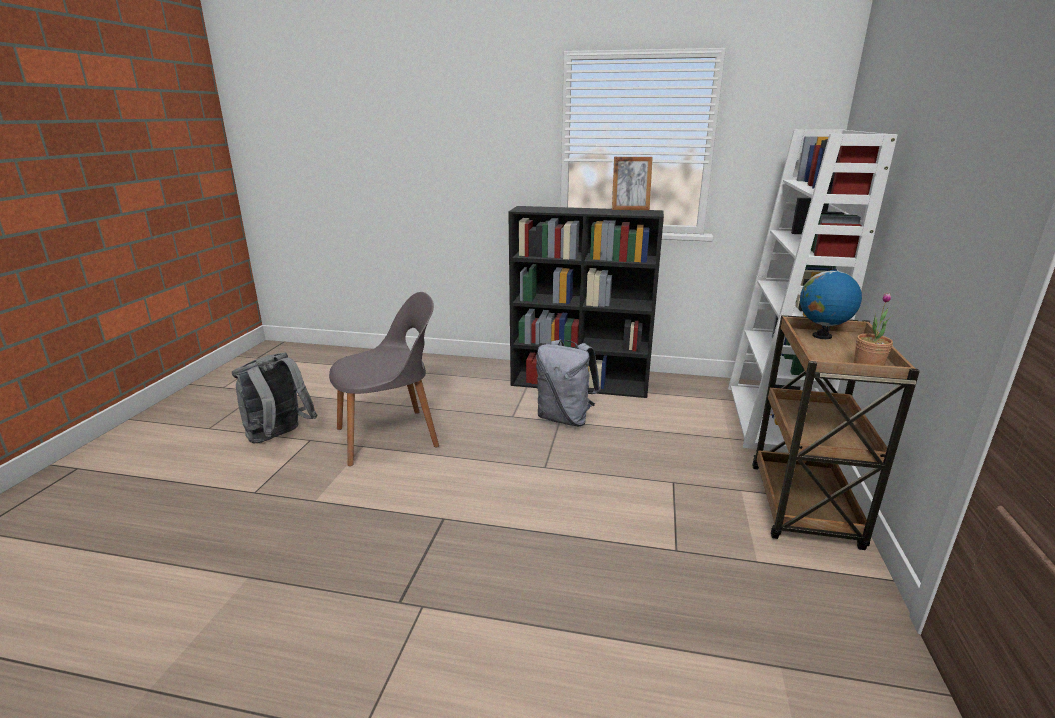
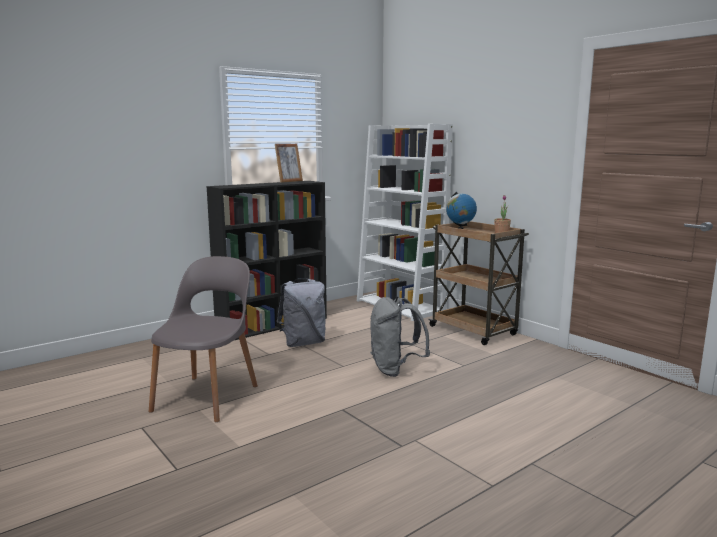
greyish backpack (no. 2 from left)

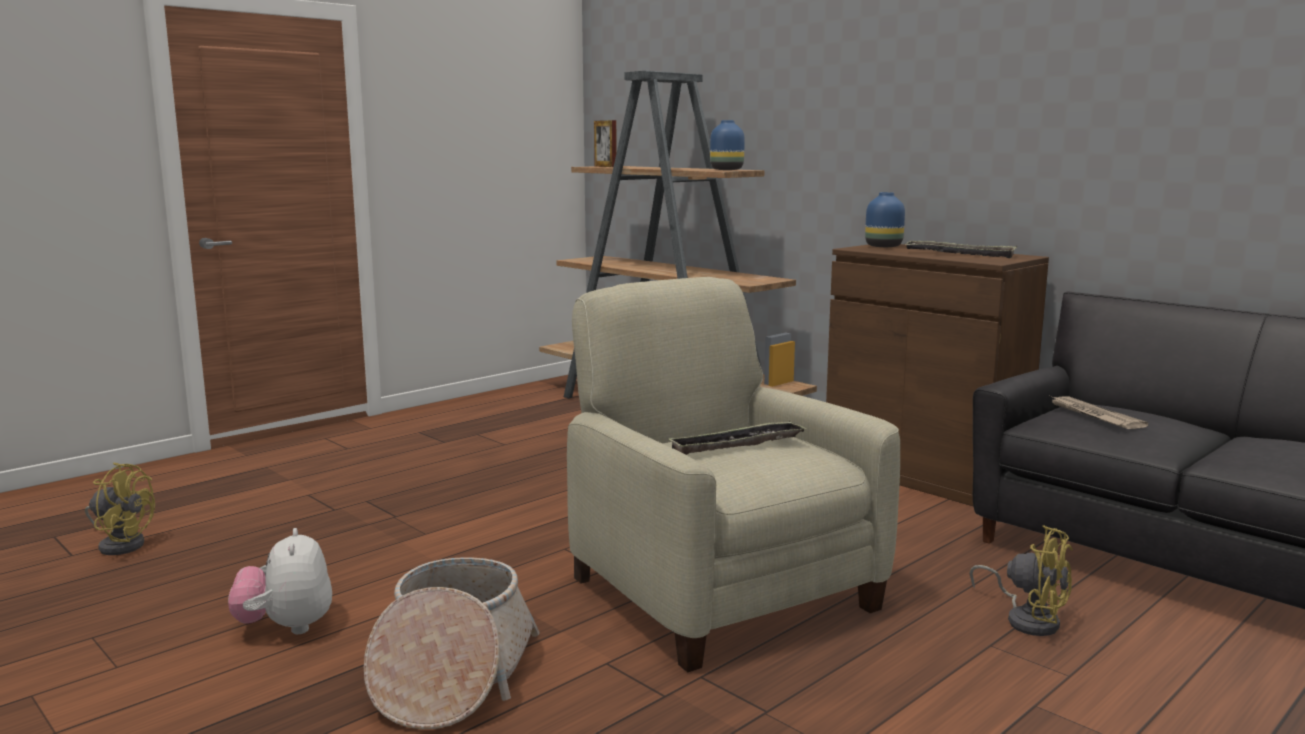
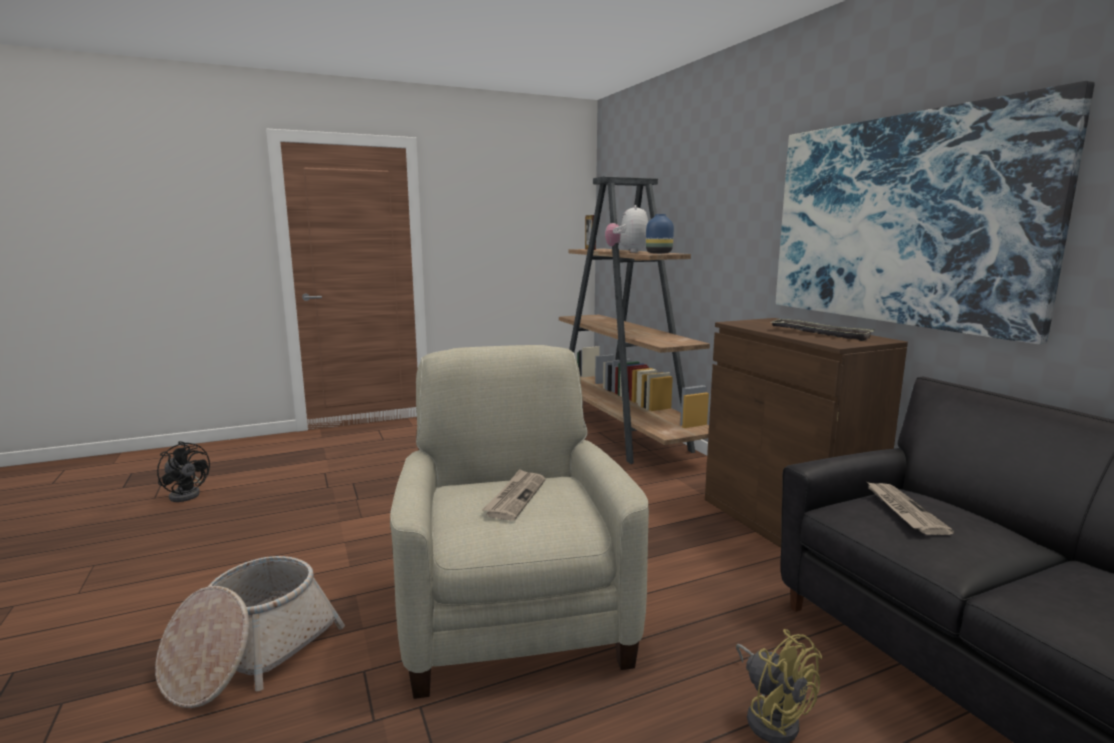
blackish cooling fan; soft toy; newspaper (no. 1 from left); bluish flower vase (no. 2 from left in the first image); wall art

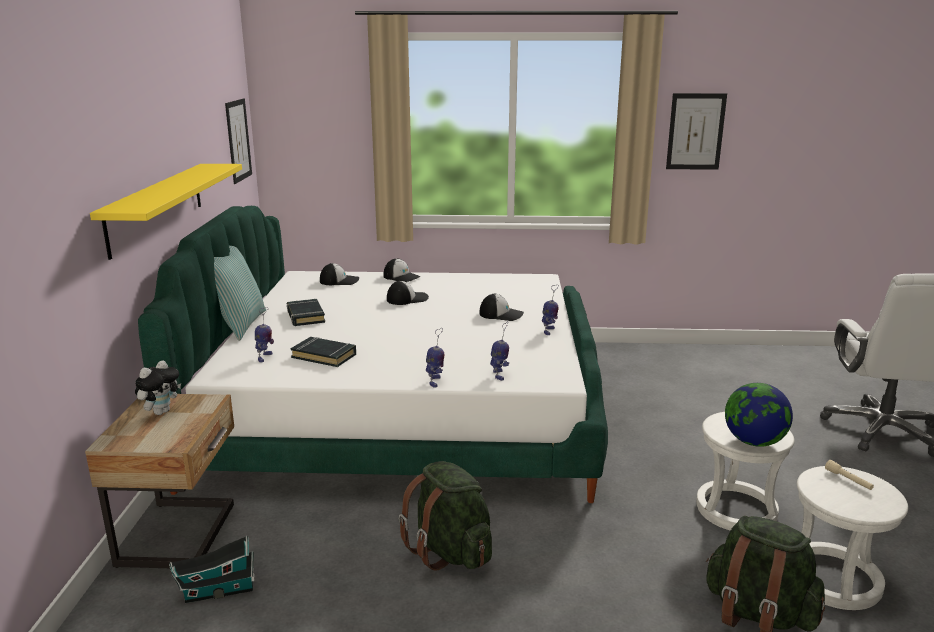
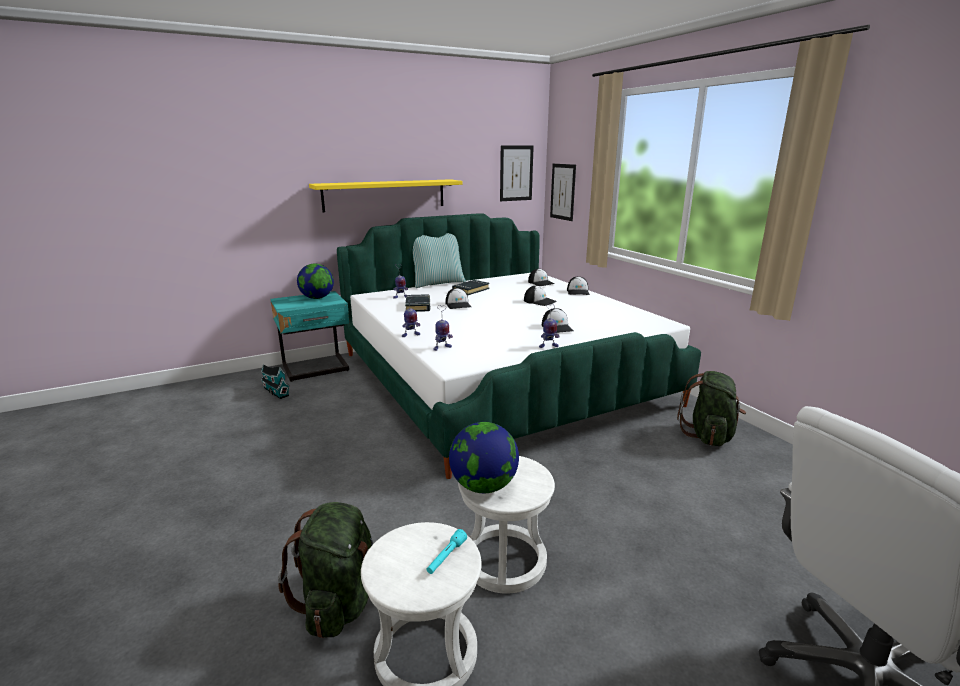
turquoise night table; world globe (no. 1 from left); greenish backpack (no. 2 from left); wall art (no. 2 from left); turquoise hand torch; cap (no. 1 from left)

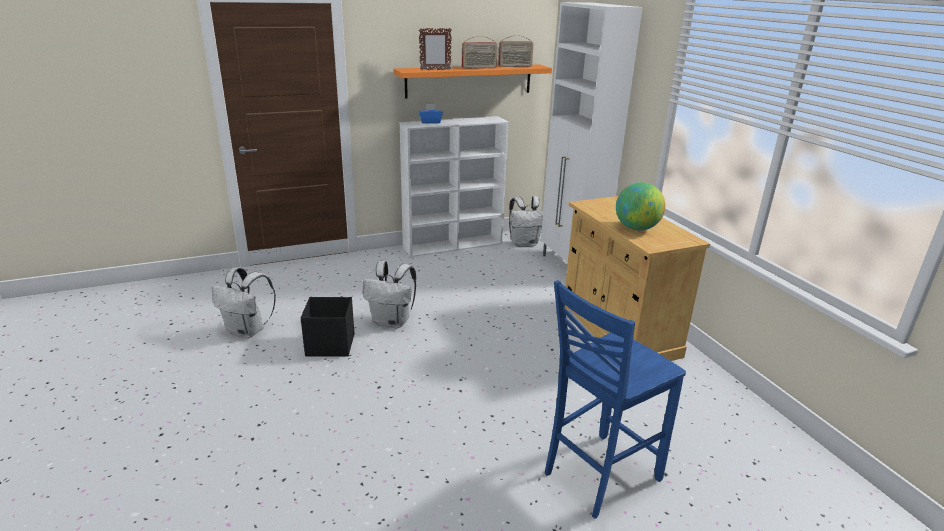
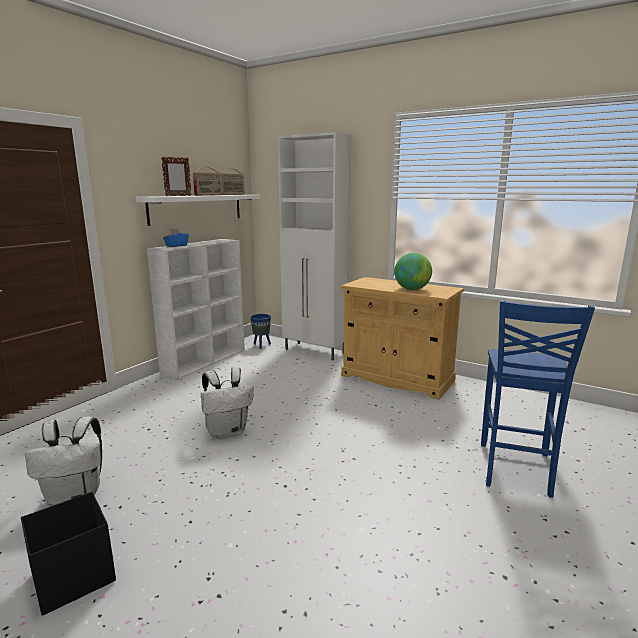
blackish storage box; whitish shelf; bluish planter

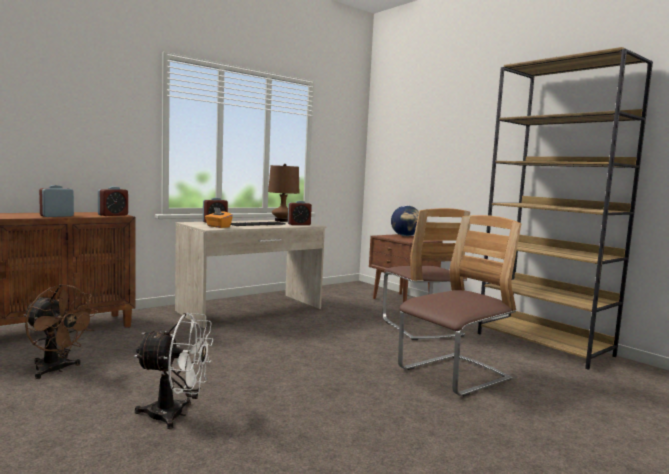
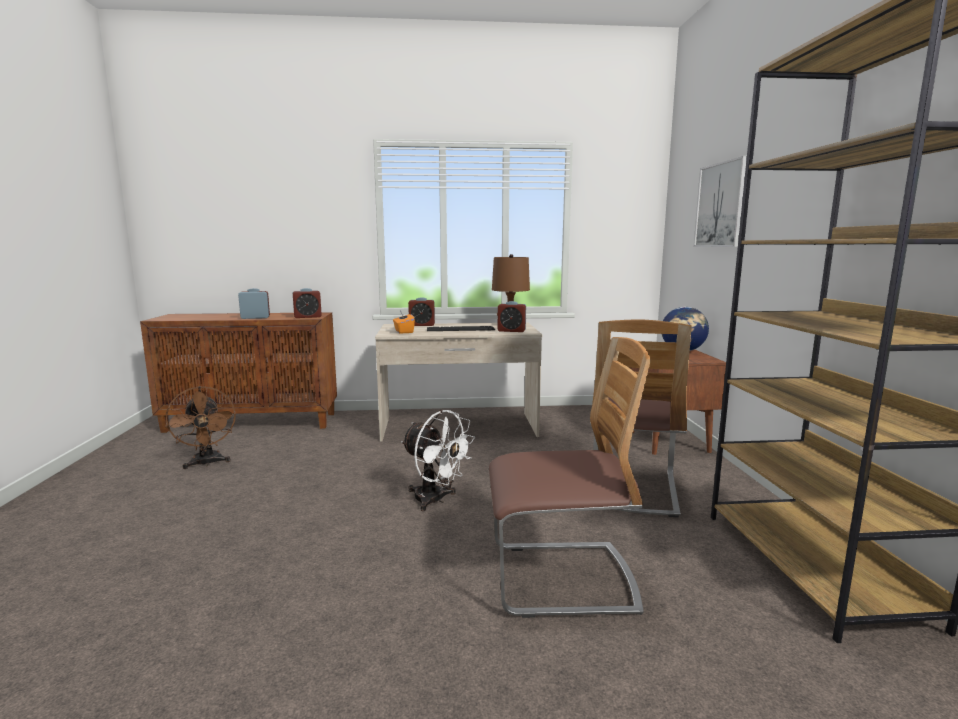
whitish cooling fan; wall art

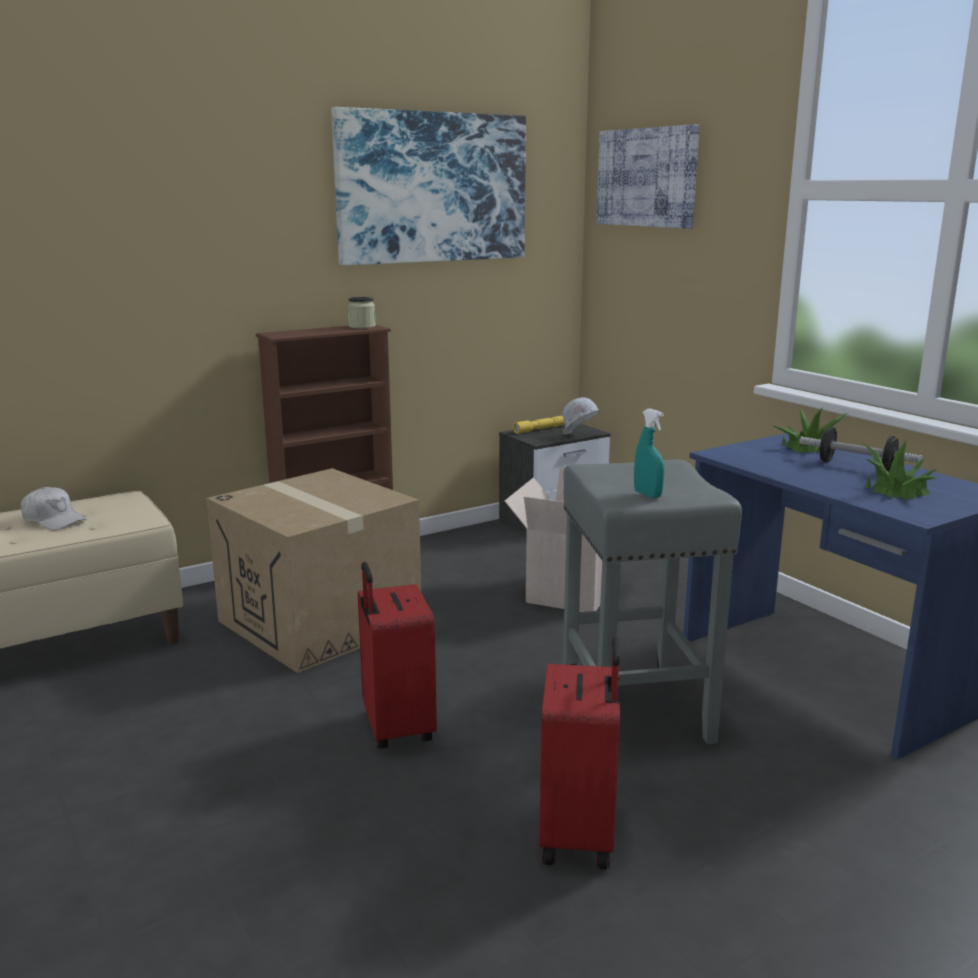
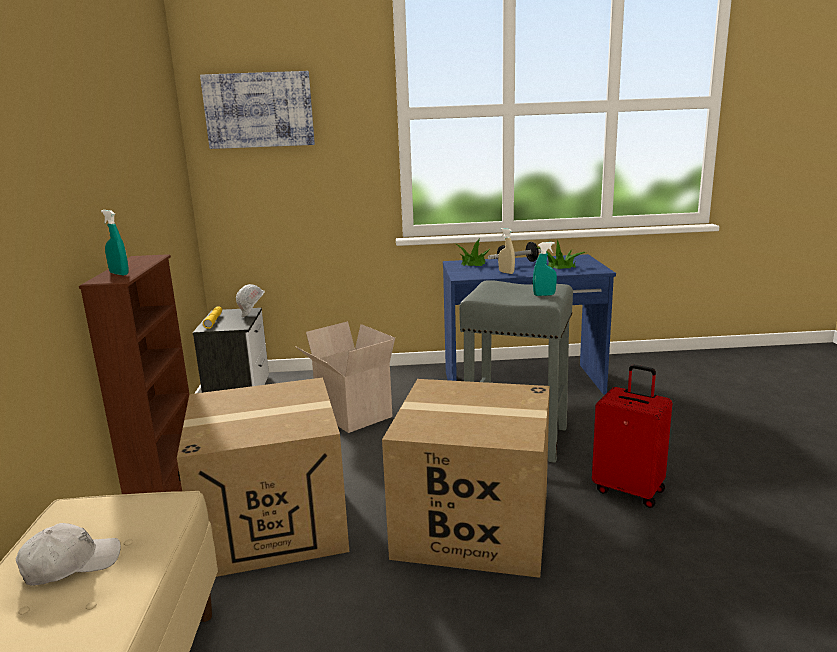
wall art (no. 1 from left in the first image); preserve jar; packing box (no. 3 from left); turquoise spray bottle (no. 1 from left); beige-coloured spray bottle

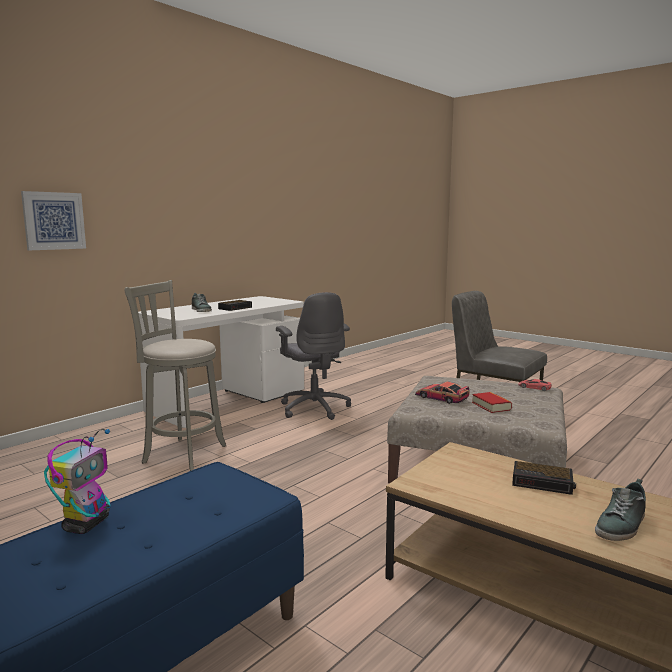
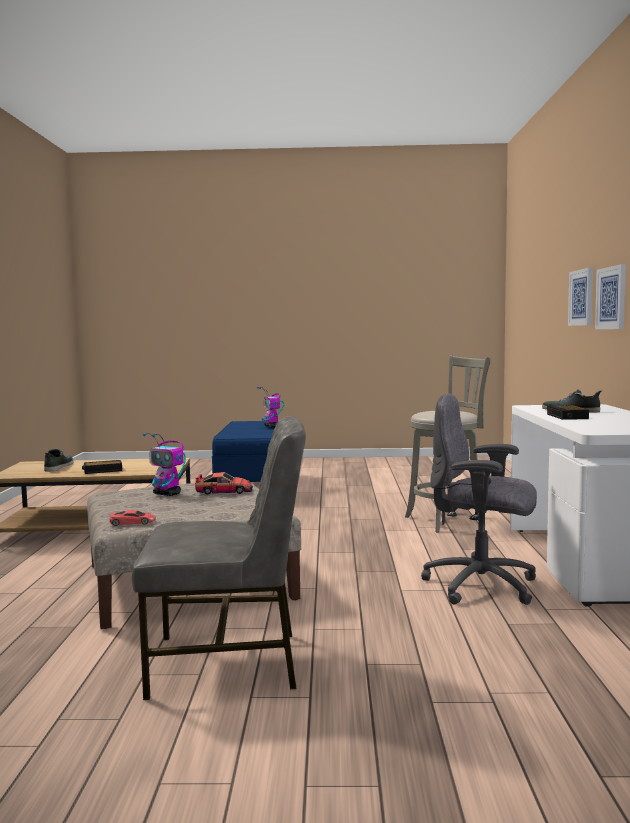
toy robot (no. 1 from left); wall art (no. 2 from left)

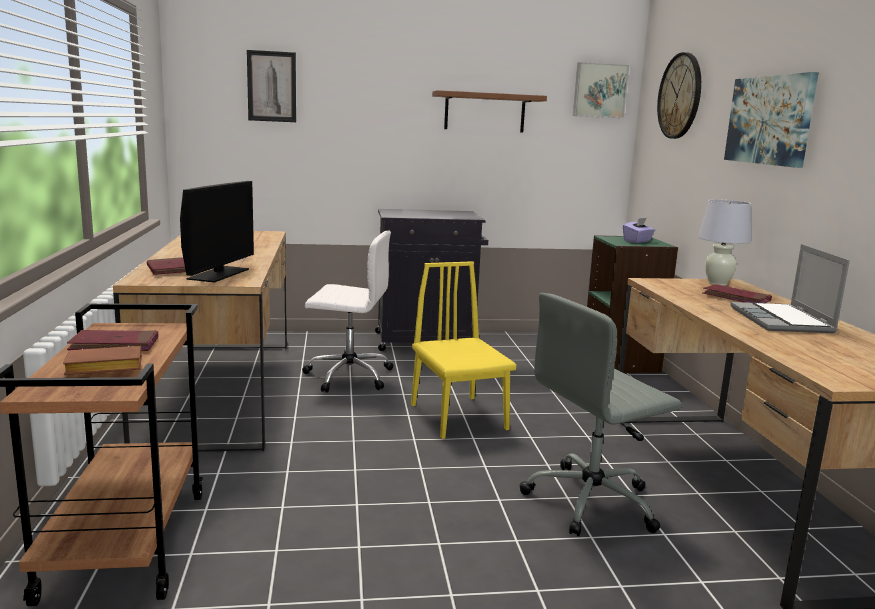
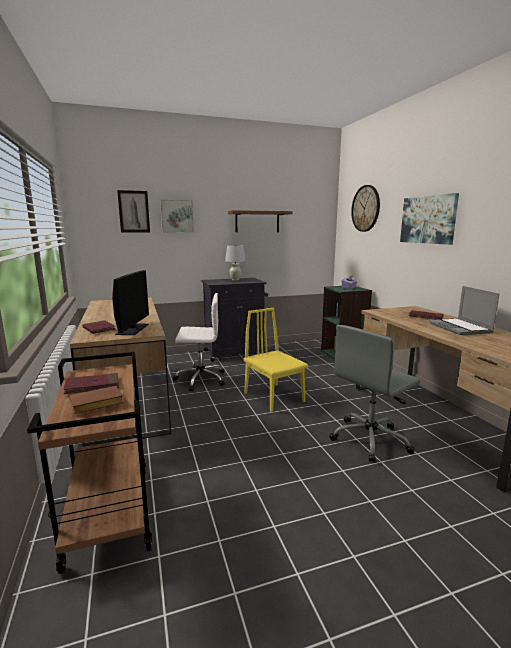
wall art (no. 2 from left); whitish tabletop lamp

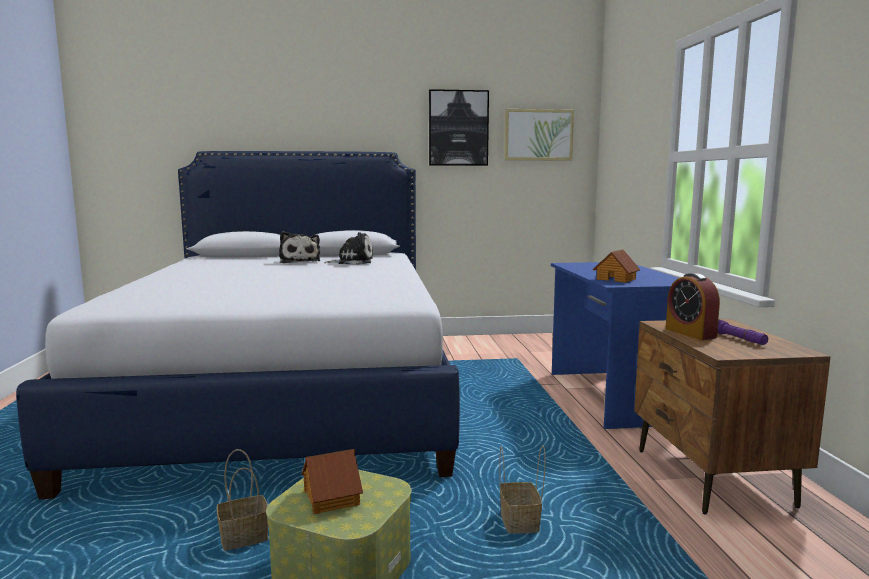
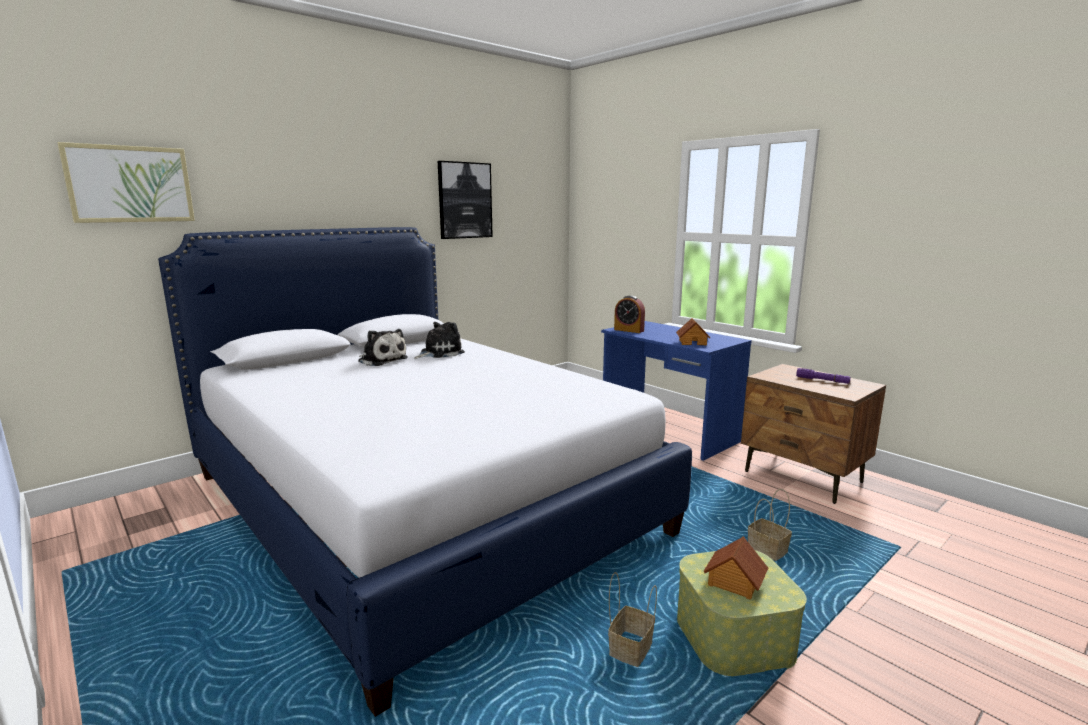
wall art (no. 1 from left); table clock

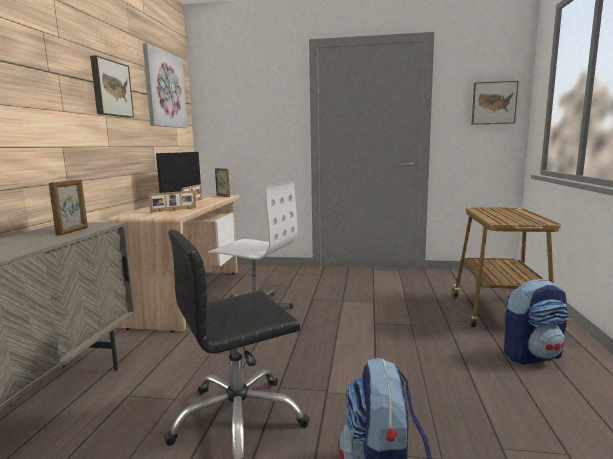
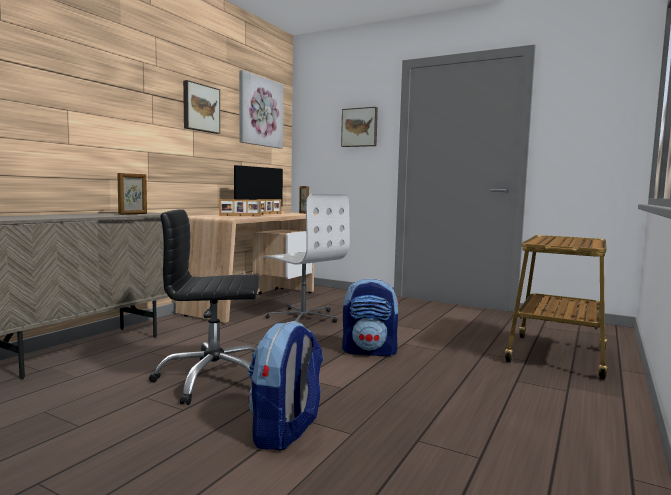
wall art (no. 3 from left); backpack (no. 2 from left)

